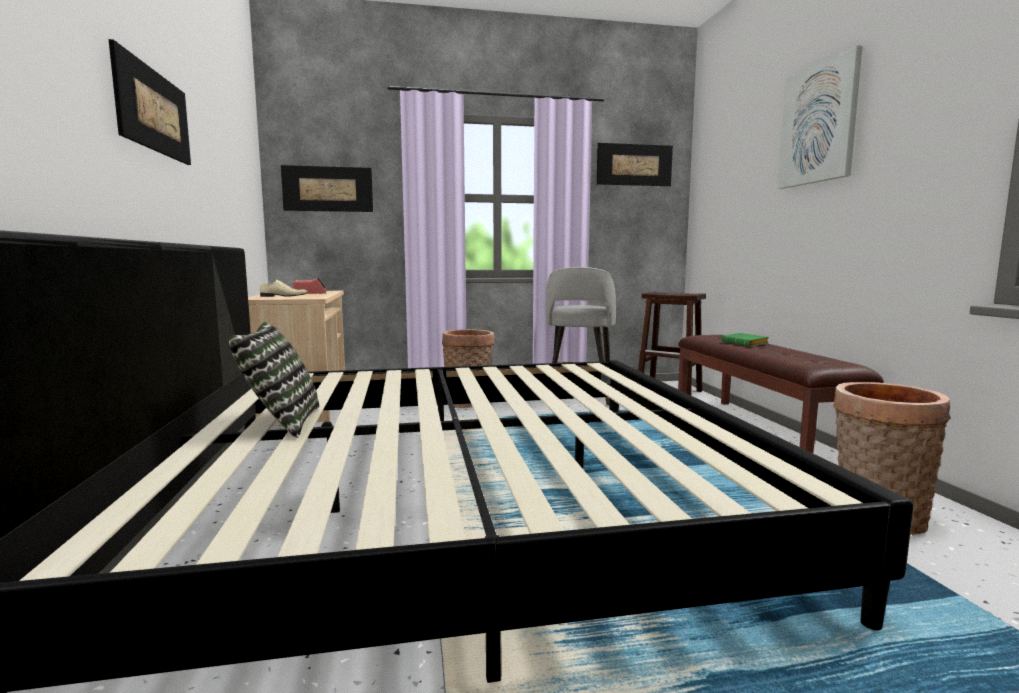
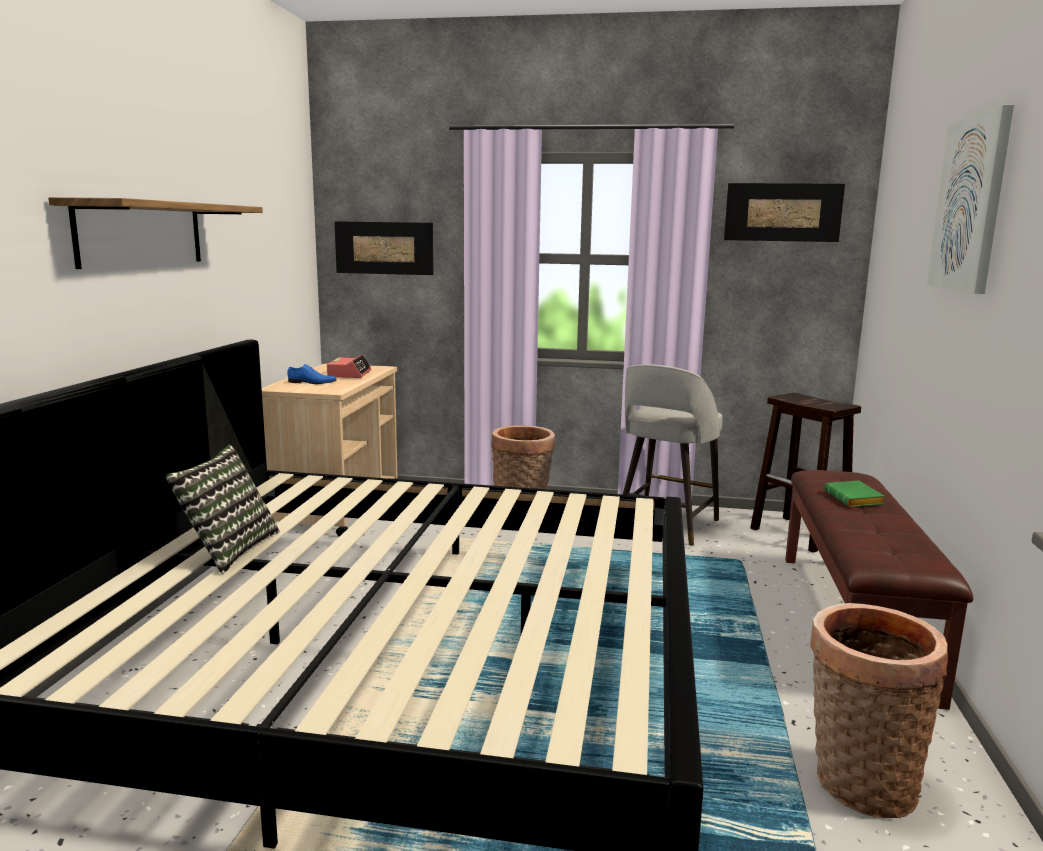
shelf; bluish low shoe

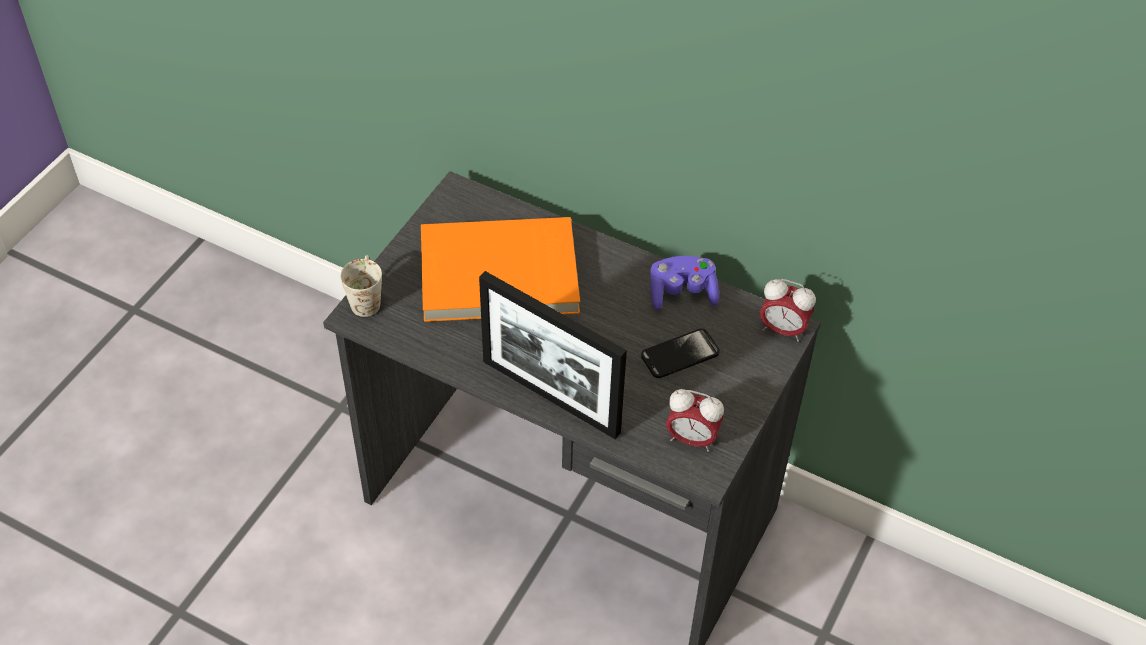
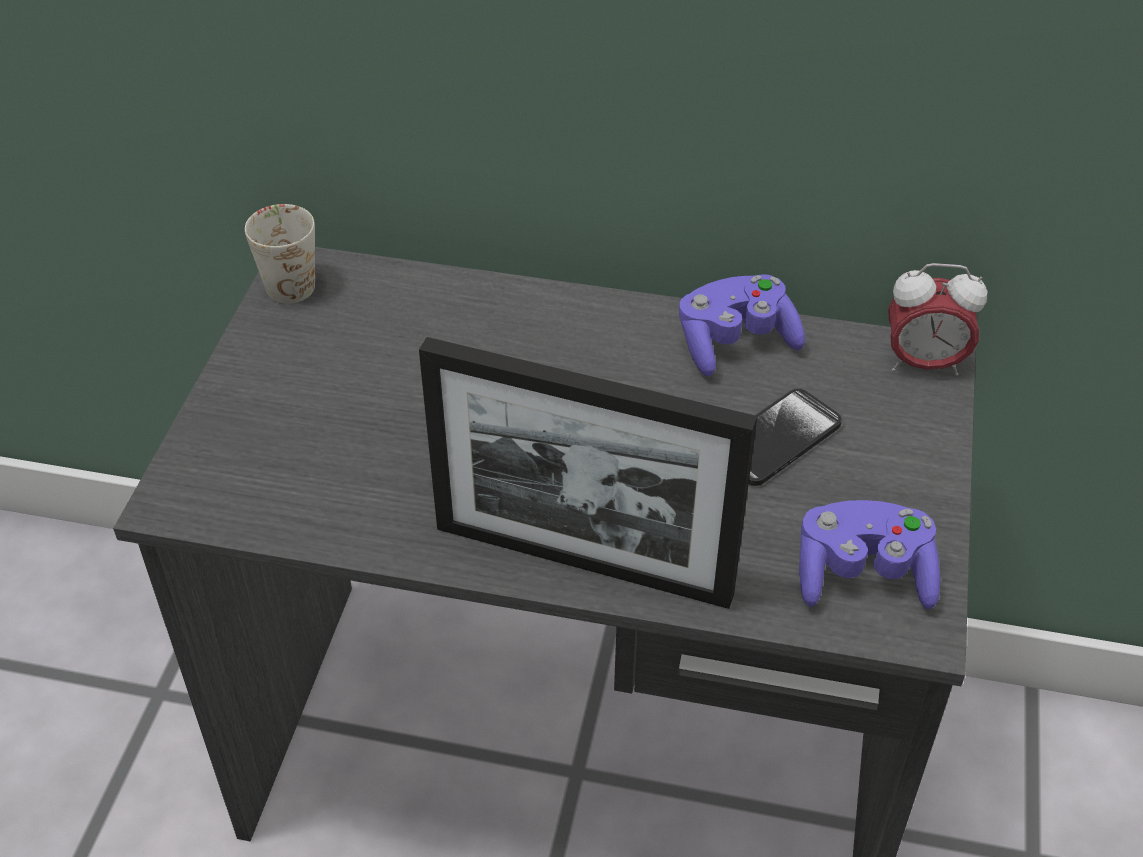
whitish tea mug; orange volume; purple joypad (no. 2 from left)

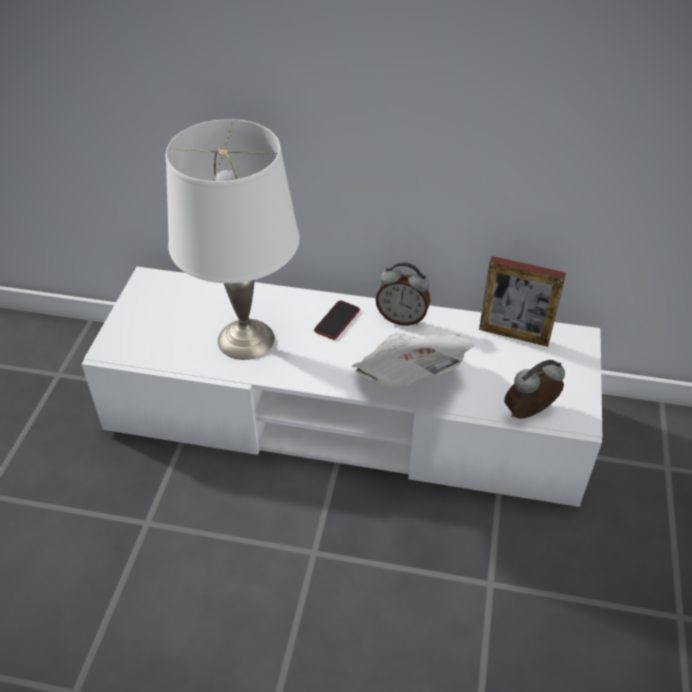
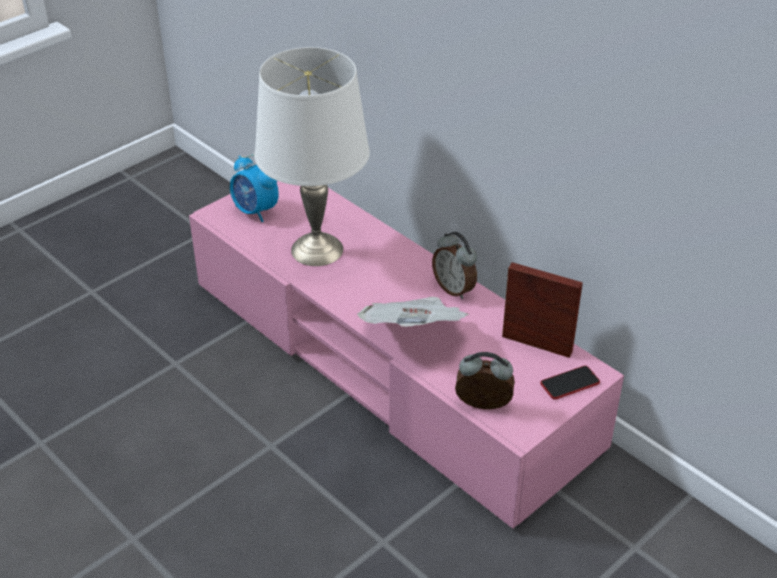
pink tv unit; telephone; photo frame; table clock (no. 1 from left)

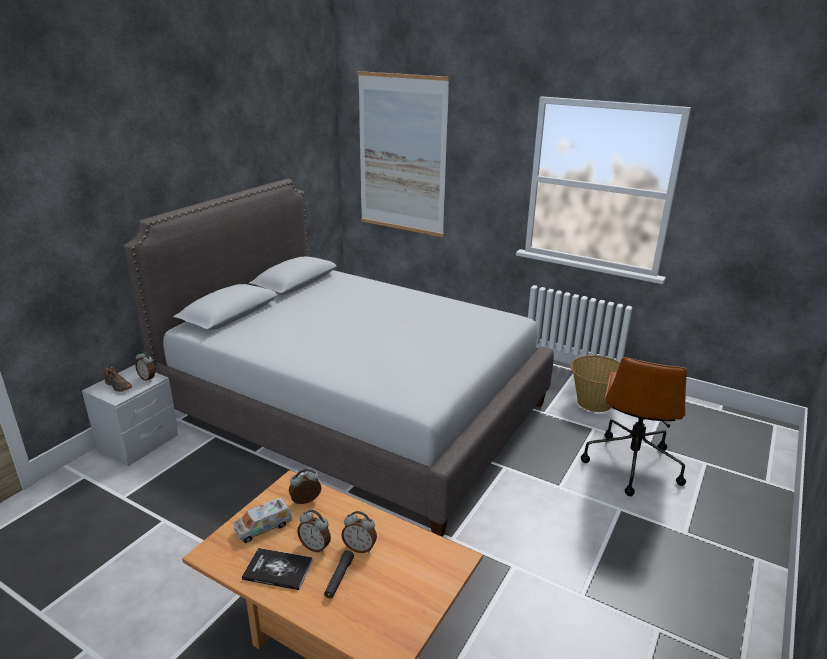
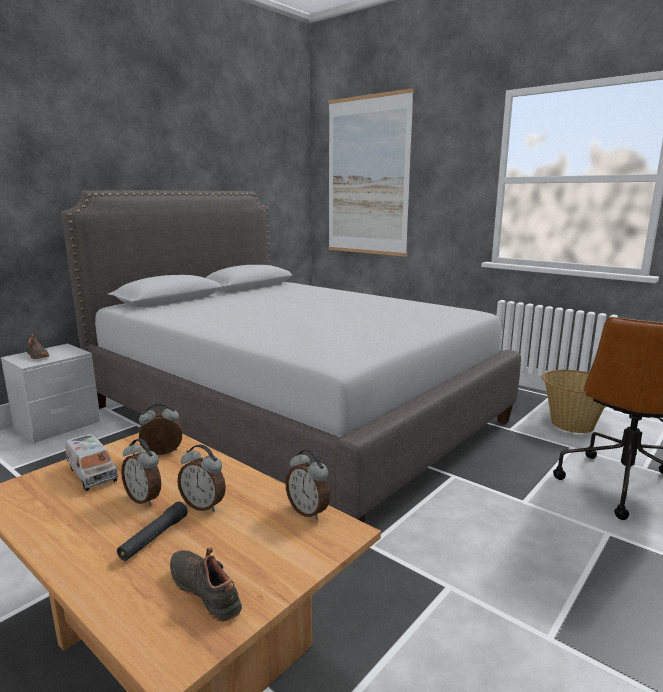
table clock (no. 4 from left); model truck; volume; blackish low shoe (no. 2 from left)

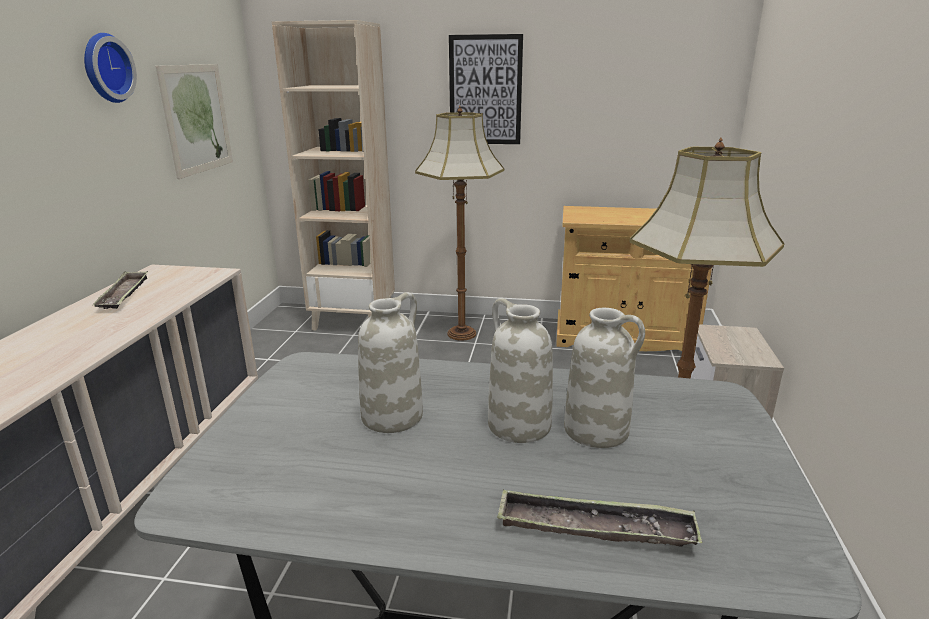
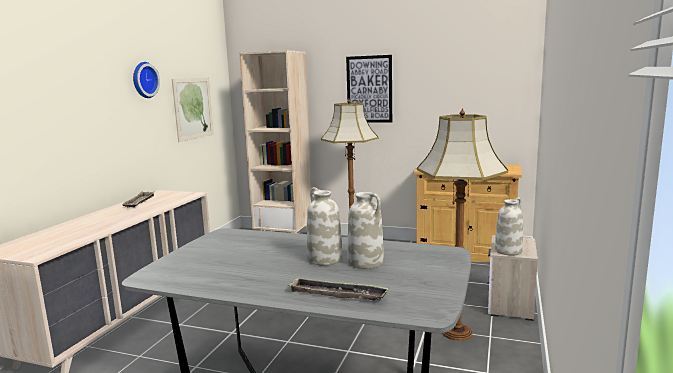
whitish flower vase (no. 3 from left)

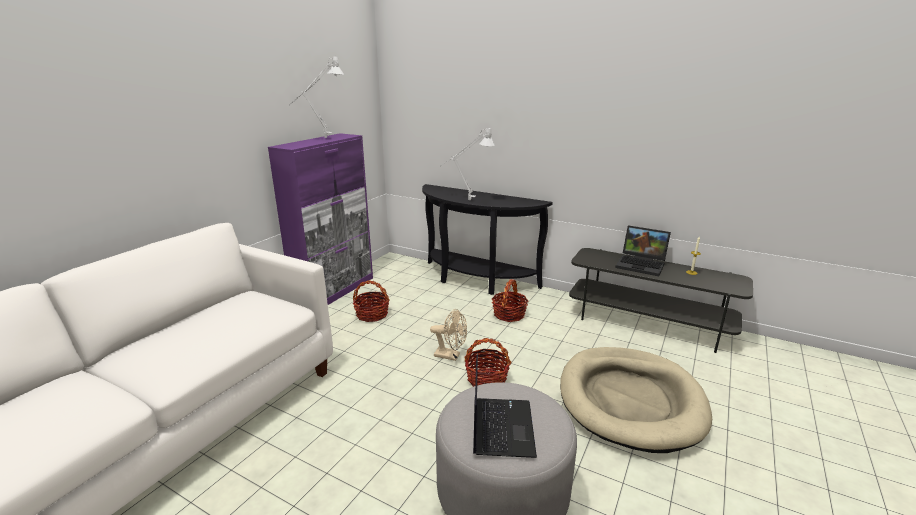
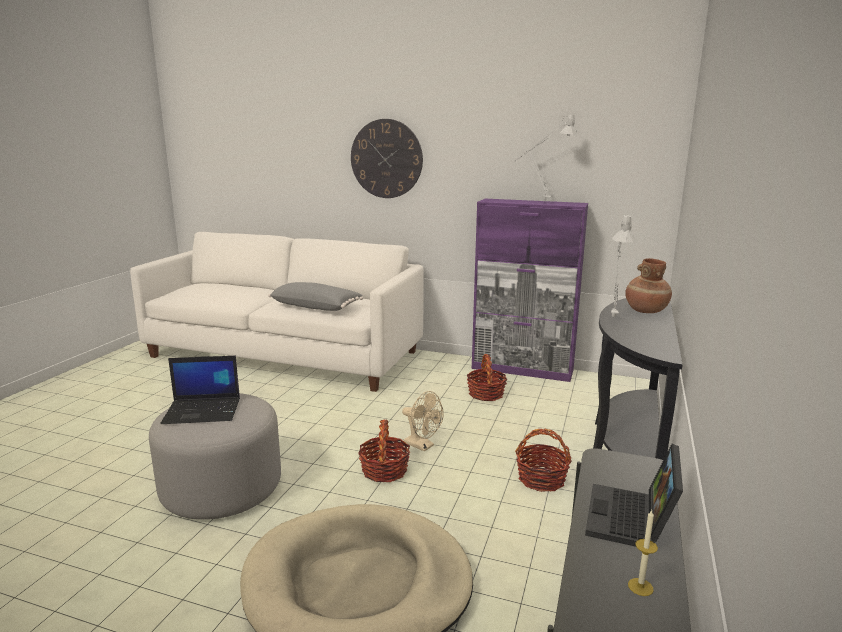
beige-coloured cooling fan; greyish cushion; wall clock; brown flower vase

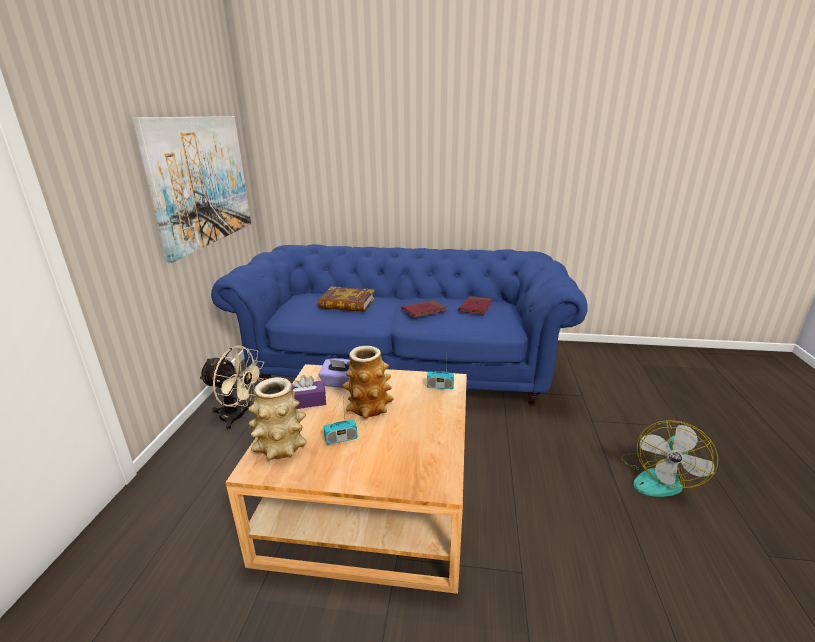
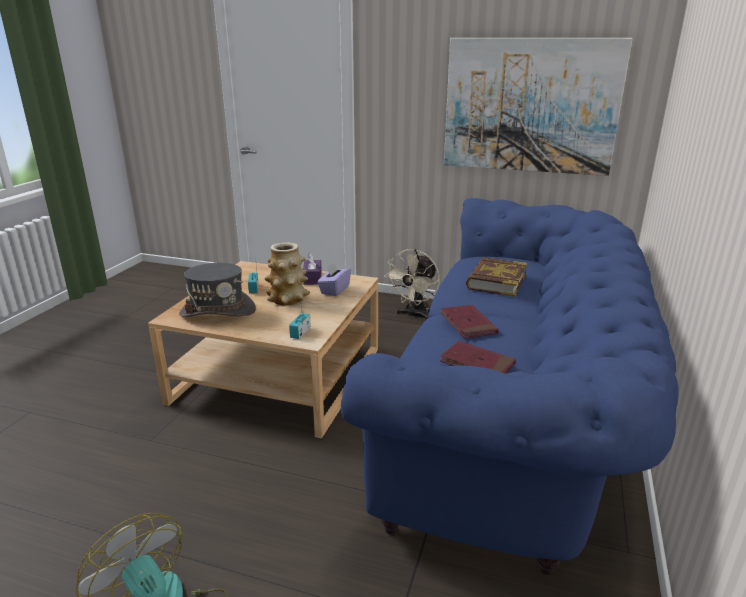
flower vase (no. 1 from left in the first image); greyish hat

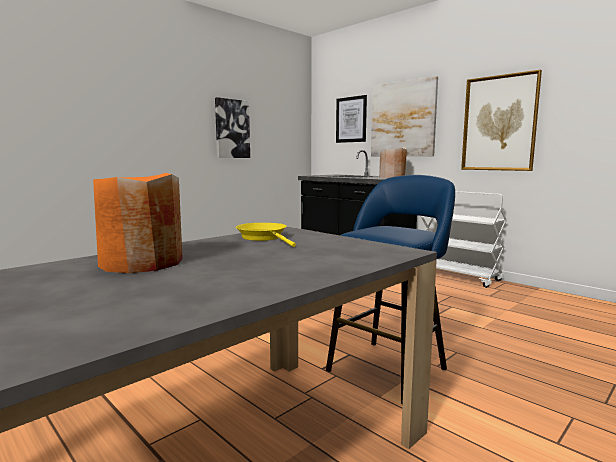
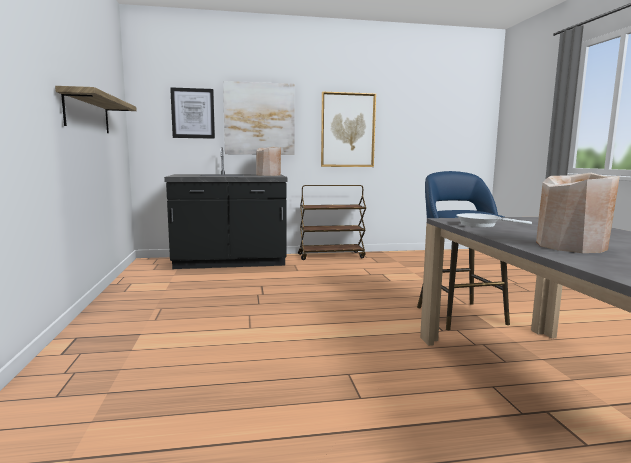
beige-coloured flower vase (no. 2 from left); shelf; whitish pan; brown cart

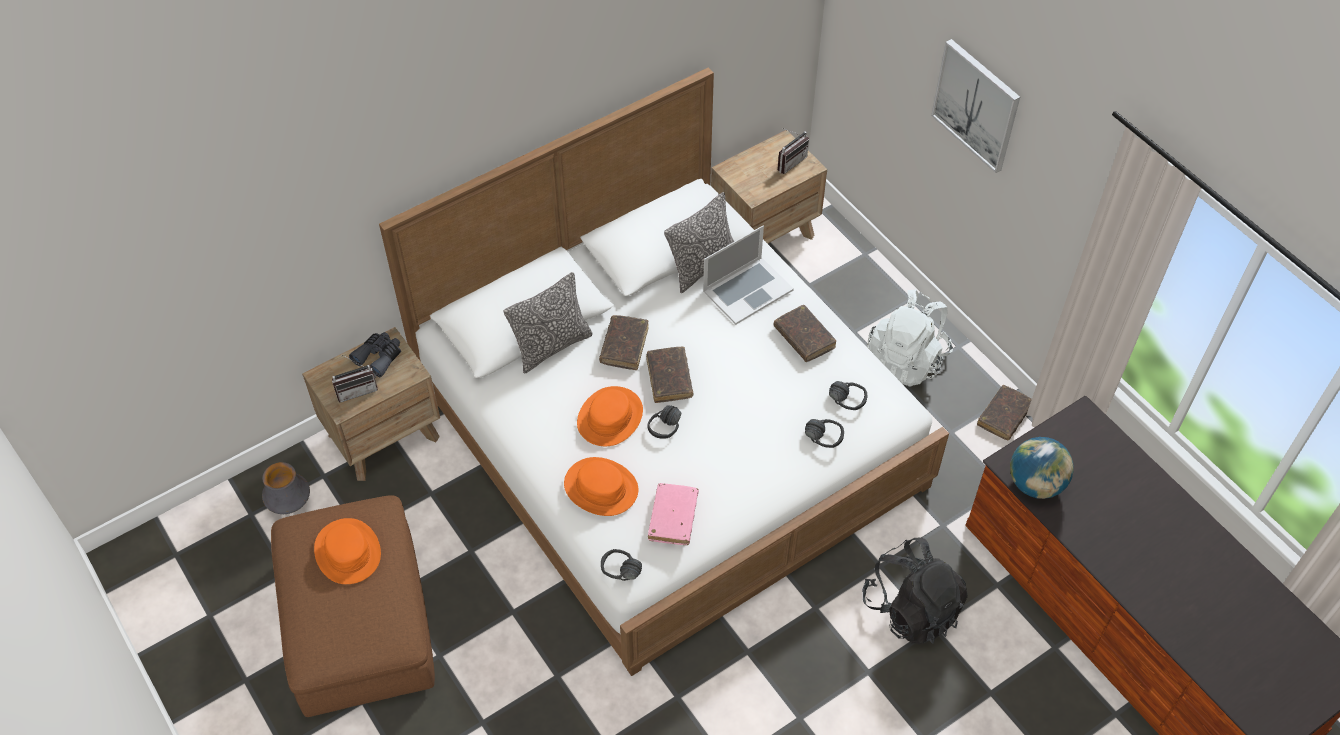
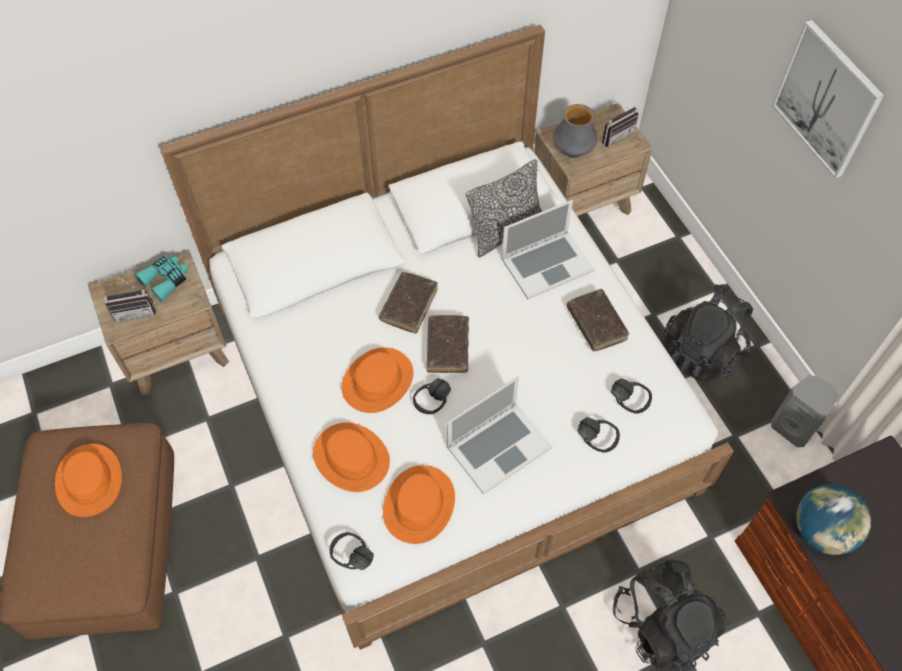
flower vase; turquoise binoculars; cushion (no. 1 from left in the first image); orange hat (no. 4 from left); blackish backpack (no. 2 from left); greyish speaker; laptop (no. 1 from left)

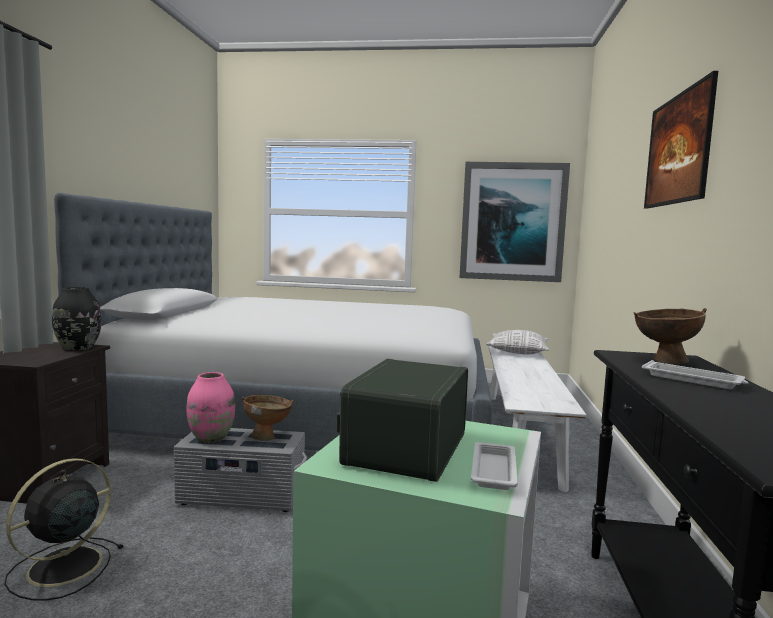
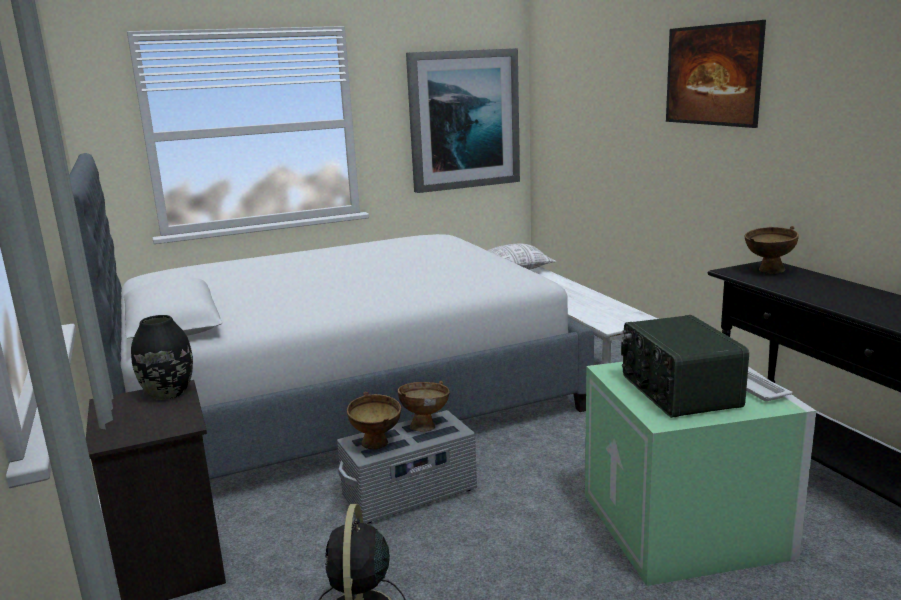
brown serving bowl (no. 1 from left); whitish serving tray (no. 2 from left in the first image)

